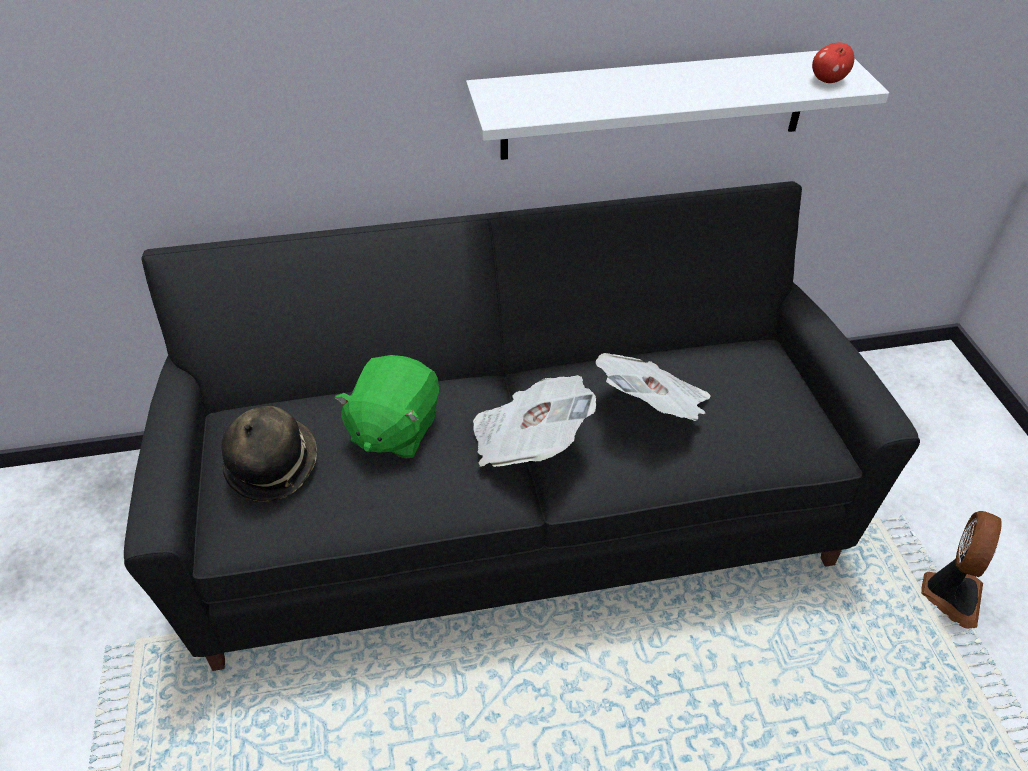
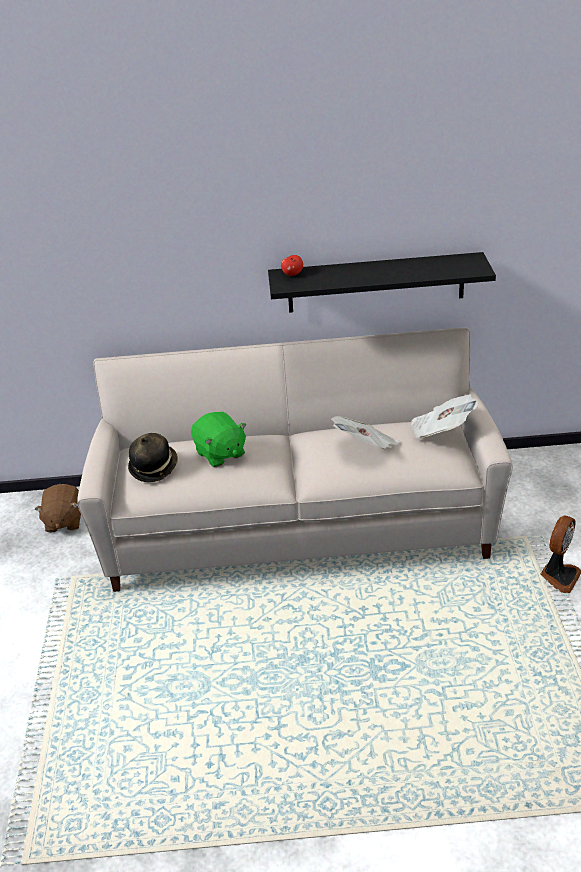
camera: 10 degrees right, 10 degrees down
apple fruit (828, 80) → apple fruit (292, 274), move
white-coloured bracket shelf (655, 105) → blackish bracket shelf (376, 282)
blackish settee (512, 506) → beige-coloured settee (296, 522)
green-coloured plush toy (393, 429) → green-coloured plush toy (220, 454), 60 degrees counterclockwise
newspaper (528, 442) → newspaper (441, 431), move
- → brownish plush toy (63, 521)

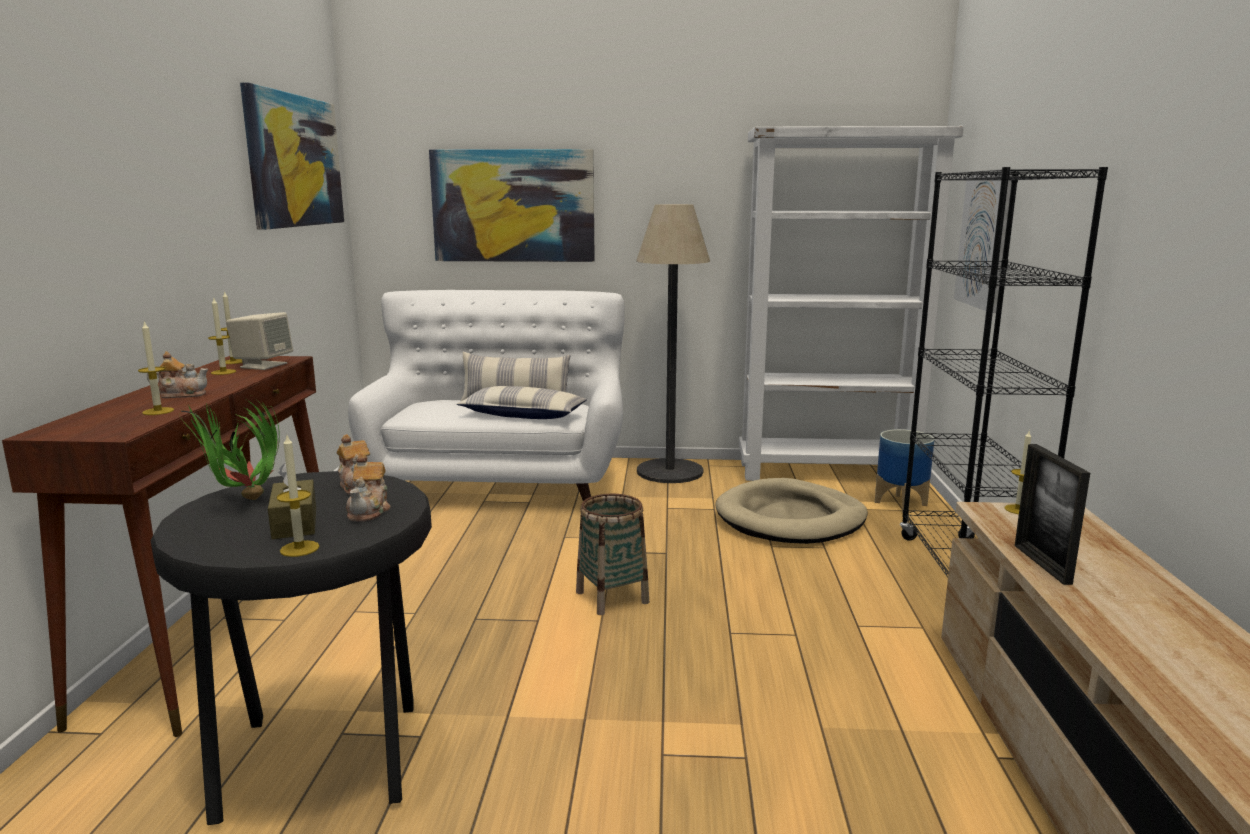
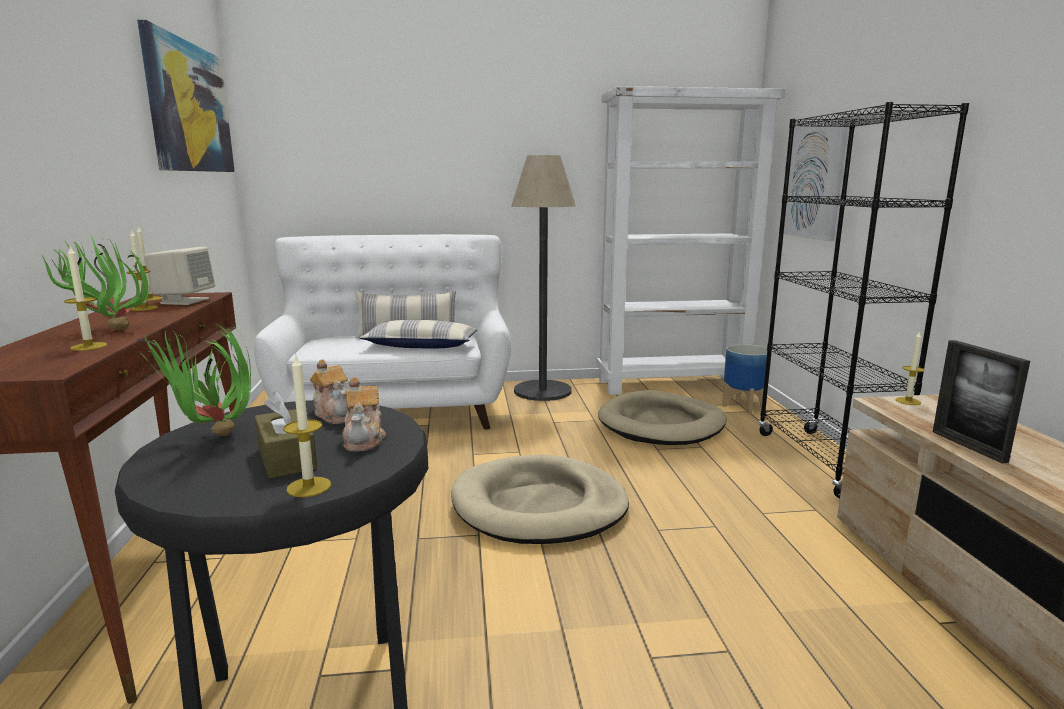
camera: 10 degrees left, 0 degrees up
wall art (513, 206) → -
pot for tea (182, 394) → houseplant (108, 330)
household basket (612, 597) → beige-coloured dog cushion (539, 506)

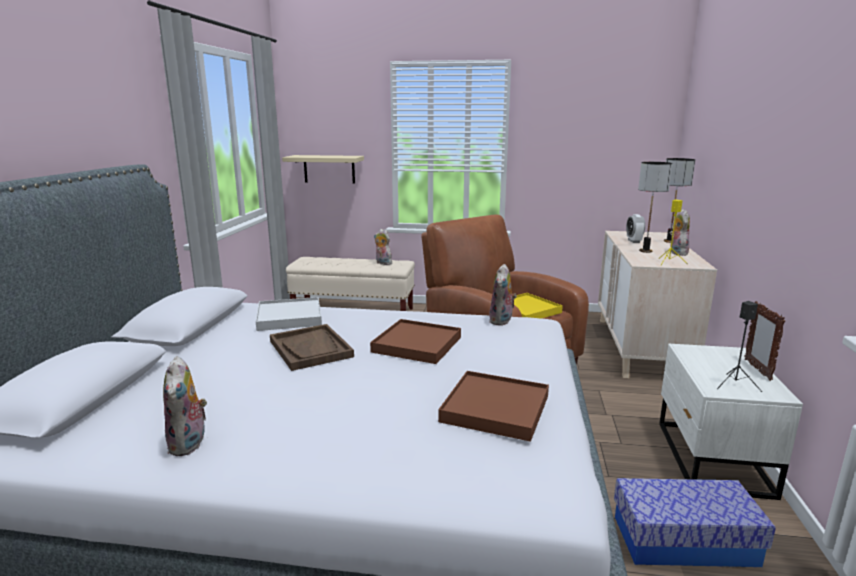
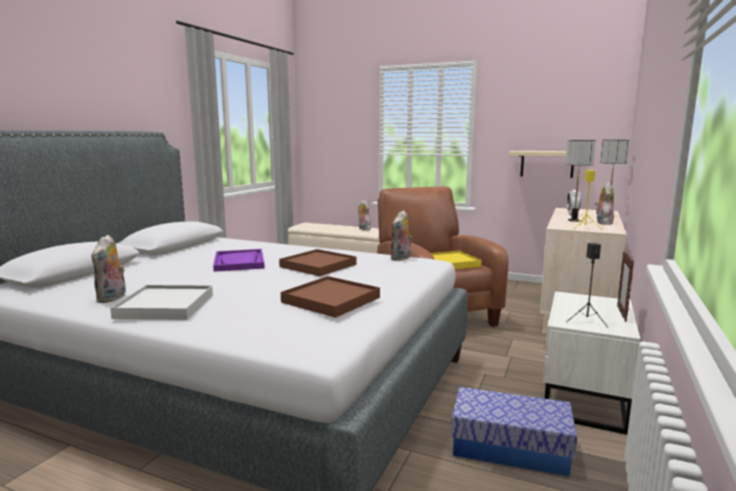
camera: 15 degrees right, 5 degrees down
beige-coloured bracket shelf (329, 169) → beige-coloured bracket shelf (547, 164), move
white-coloured carrying tray (289, 317) → white-coloured carrying tray (165, 306), move
brownish carrying tray (311, 349) → purplish carrying tray (239, 262)

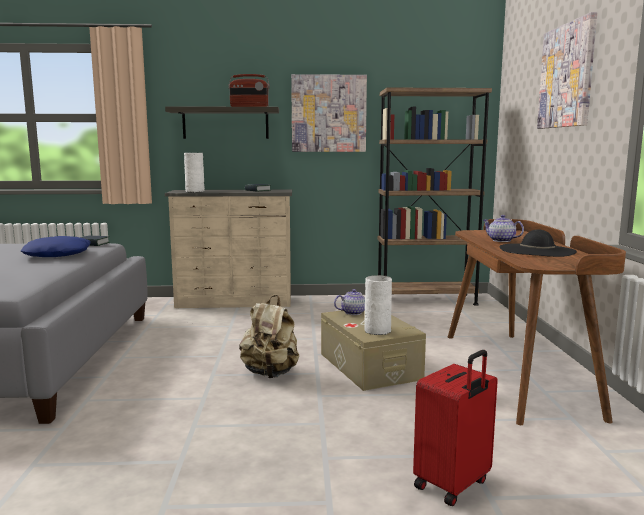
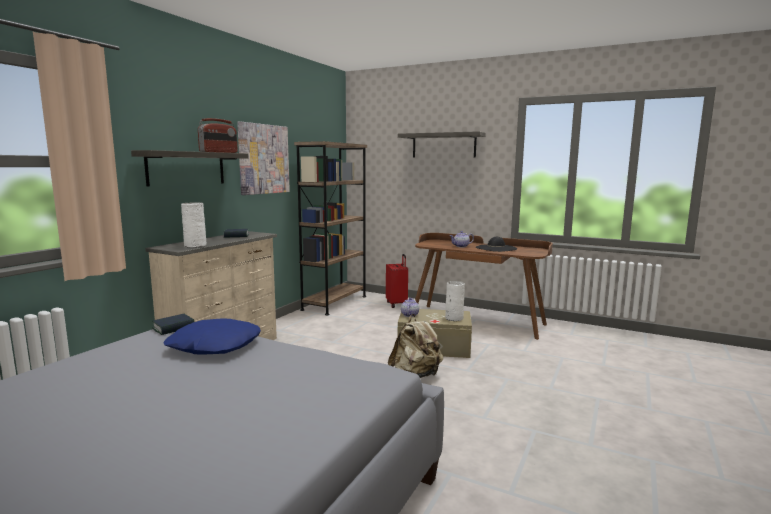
camera: 60 degrees left, 0 degrees up
wall art (567, 76) → bracket shelf (443, 145)
red-coloured piece of luggage (453, 485) → red-coloured piece of luggage (397, 304), move

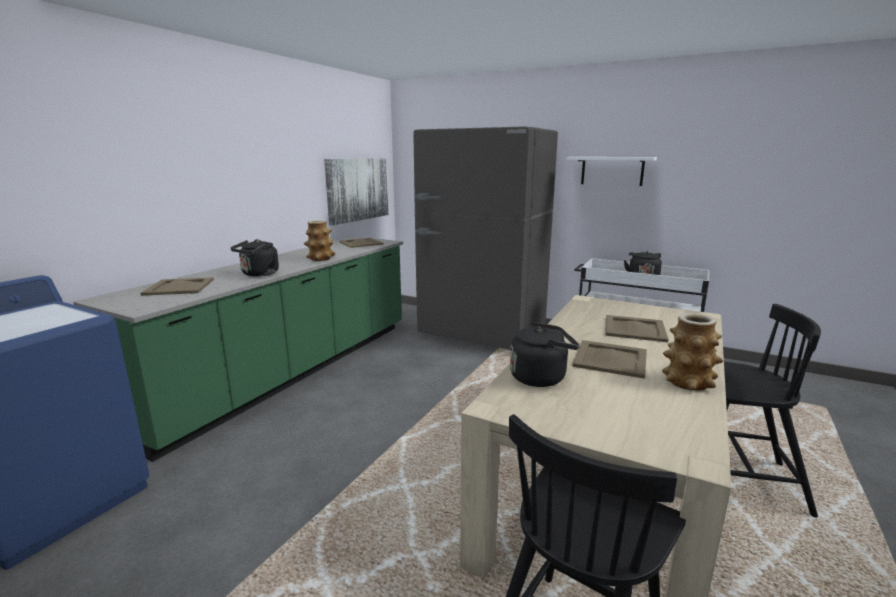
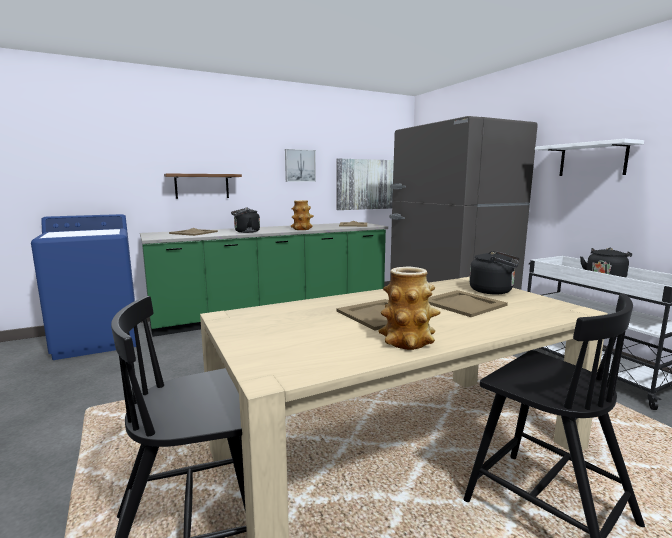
camera: 35 degrees right, 5 degrees down
blackish kettle (541, 377) → blackish kettle (493, 291), move
- → wall art (299, 165)
- → brownish bracket shelf (202, 186)

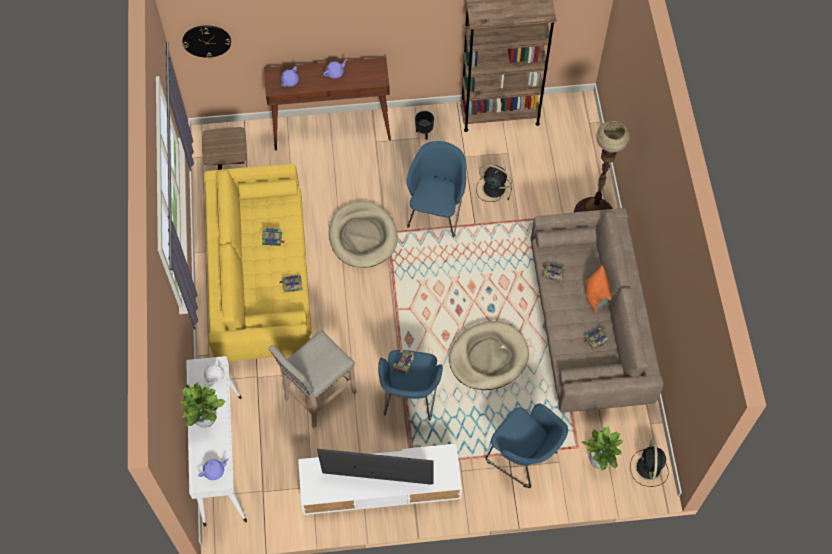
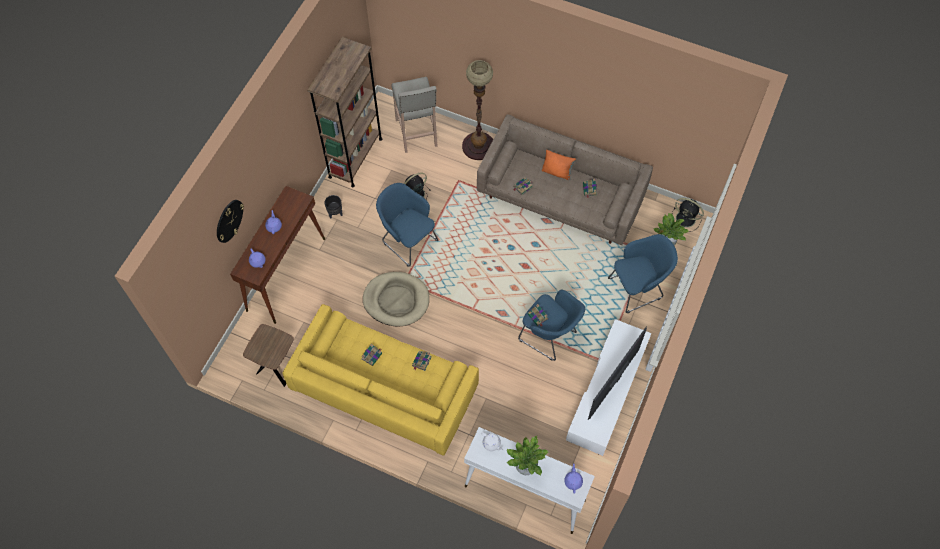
camera: 60 degrees left, 0 degrees up
hanging clock (206, 40) → hanging clock (229, 220), move
beige-coloured dog cushion (488, 357) → -
beige-coloured sitting stool (318, 396) → beige-coloured sitting stool (416, 133), move

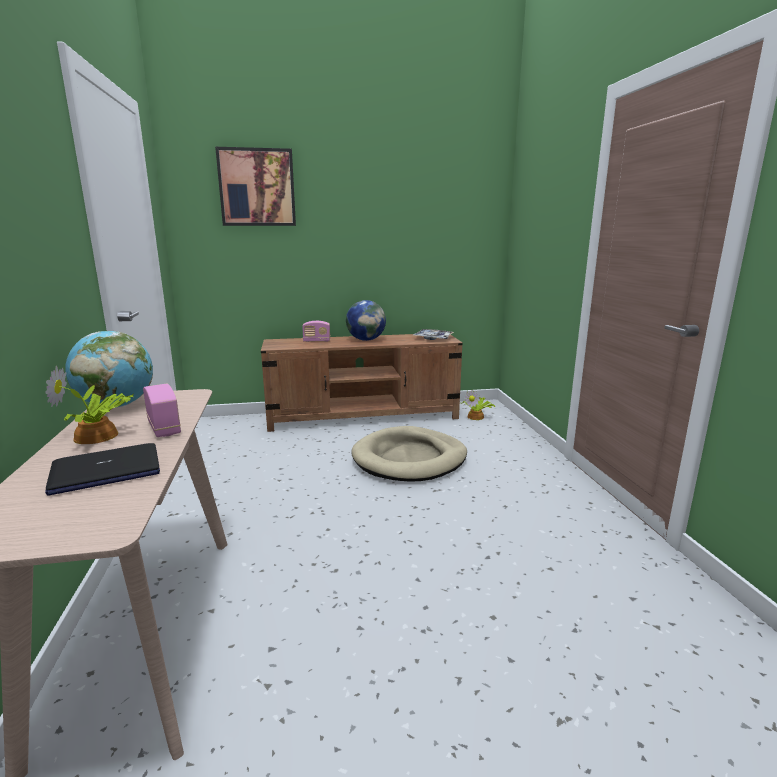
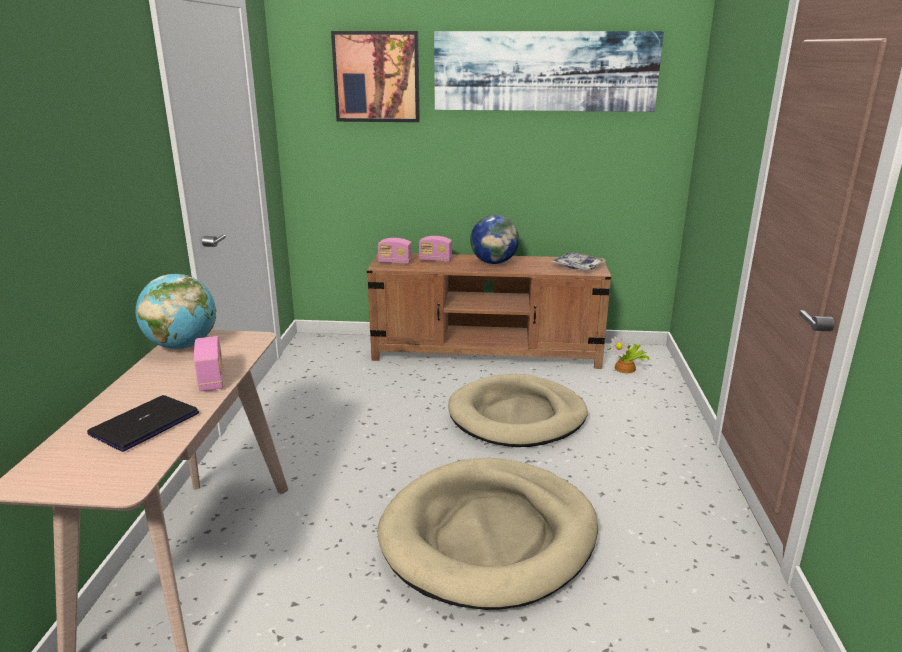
camera: 15 degrees right, 5 degrees up
houseplant (97, 437) → -
laptop (105, 471) → laptop (145, 424), 135 degrees clockwise
- → wall art (545, 71)
- → radio receiver (395, 262)
- → beige-coloured dog cushion (489, 536)

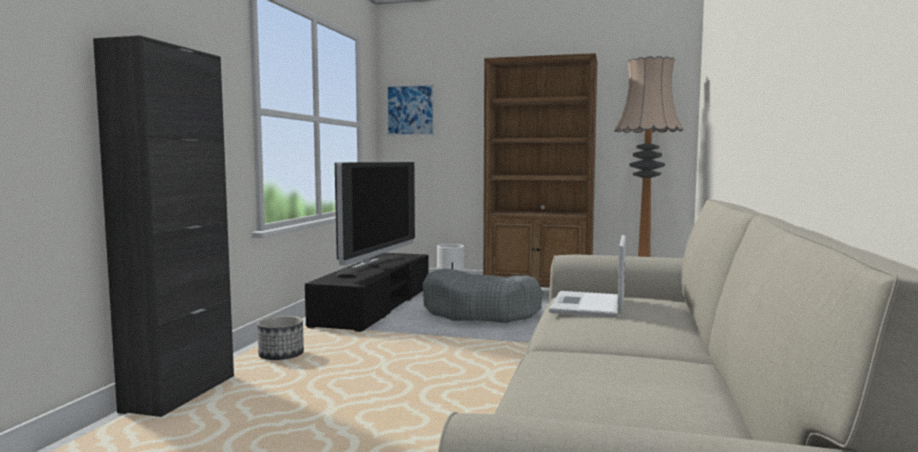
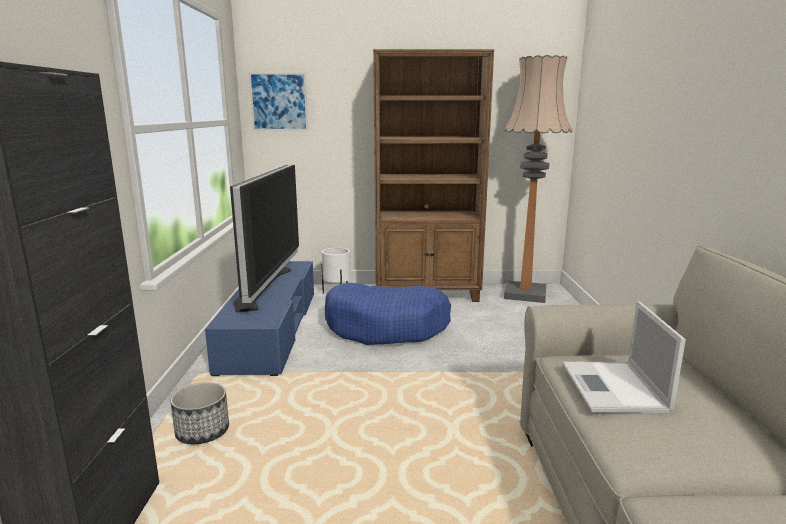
camera: 15 degrees left, 10 degrees up
blackish tv stand (375, 306) → blue-coloured tv stand (271, 329)
gray dog cushion (481, 312) → blue-coloured dog cushion (387, 327)

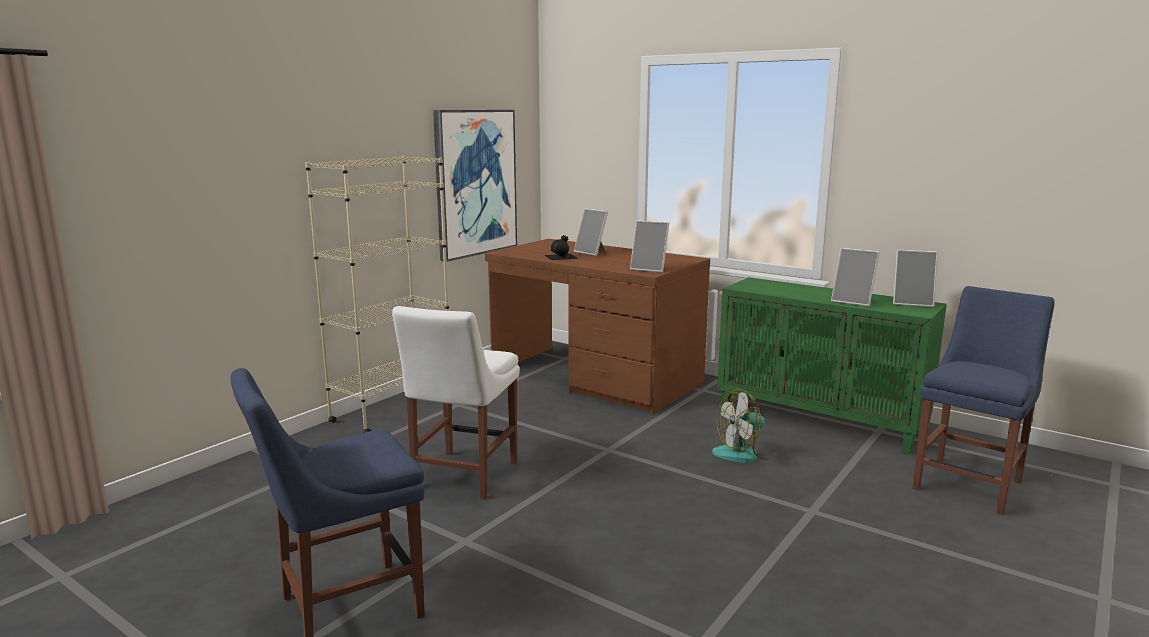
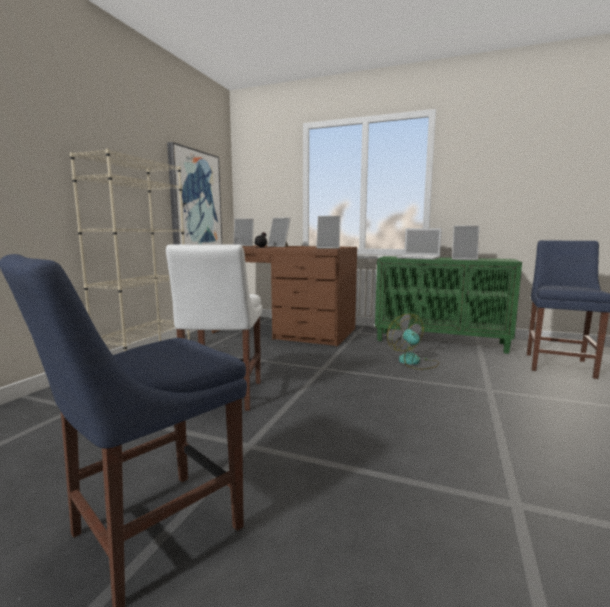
camera: 15 degrees left, 5 degrees down
picture frame (912, 303) → picture frame (244, 246), move
fan (744, 453) → fan (413, 362), 105 degrees clockwise
- → laptop (419, 258)

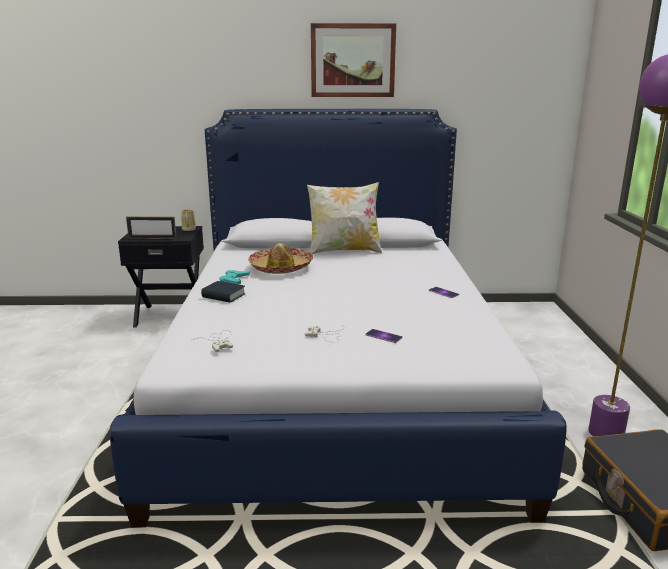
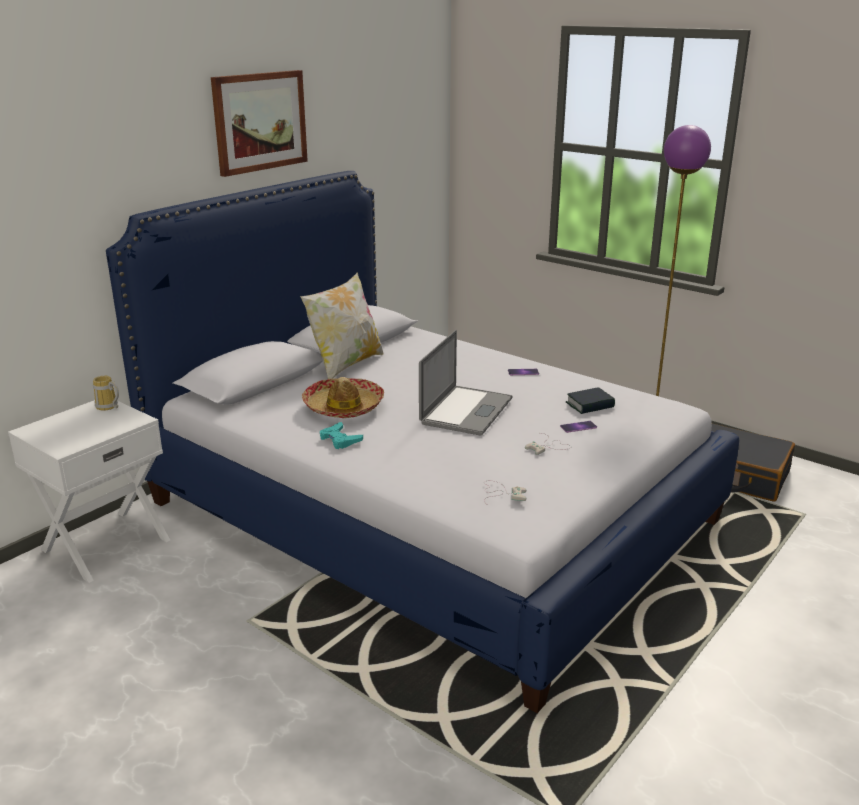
camera: 50 degrees left, 5 degrees up
picture frame (152, 238) → -
blackish nightstand (170, 315) → white-coloured nightstand (105, 544)
bound book (223, 296) → bound book (590, 405), move
- → laptop (466, 410)

